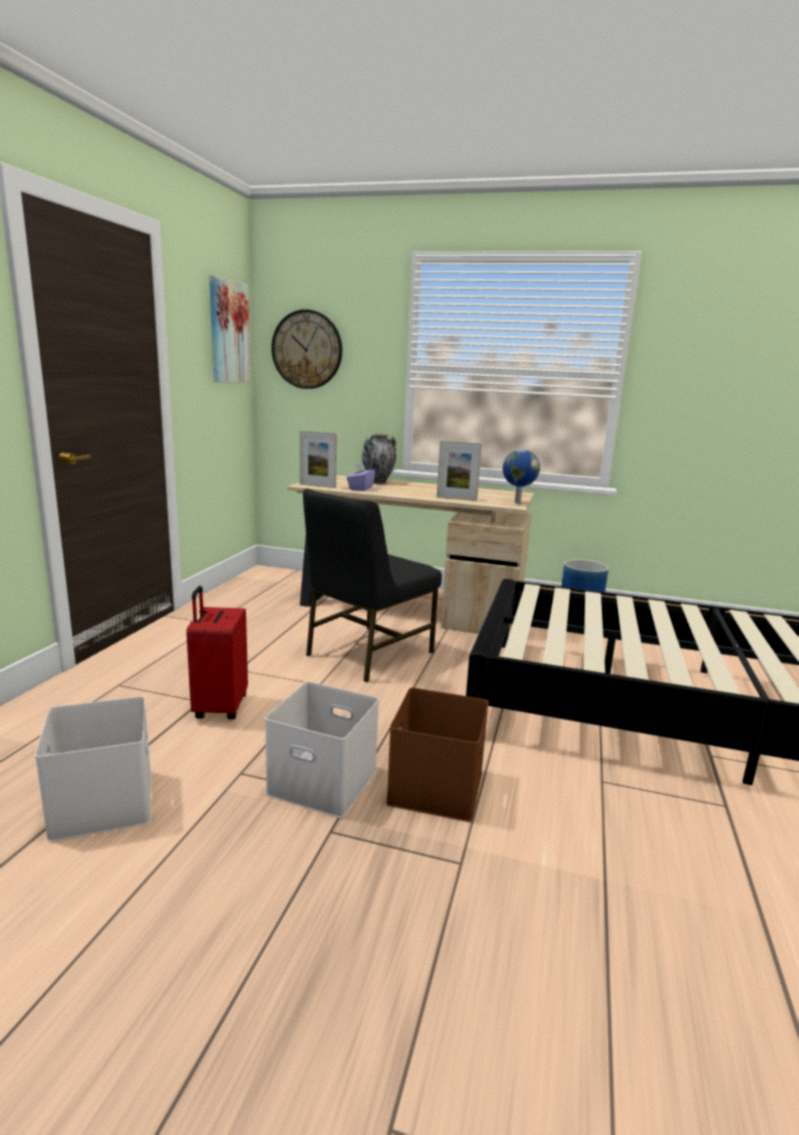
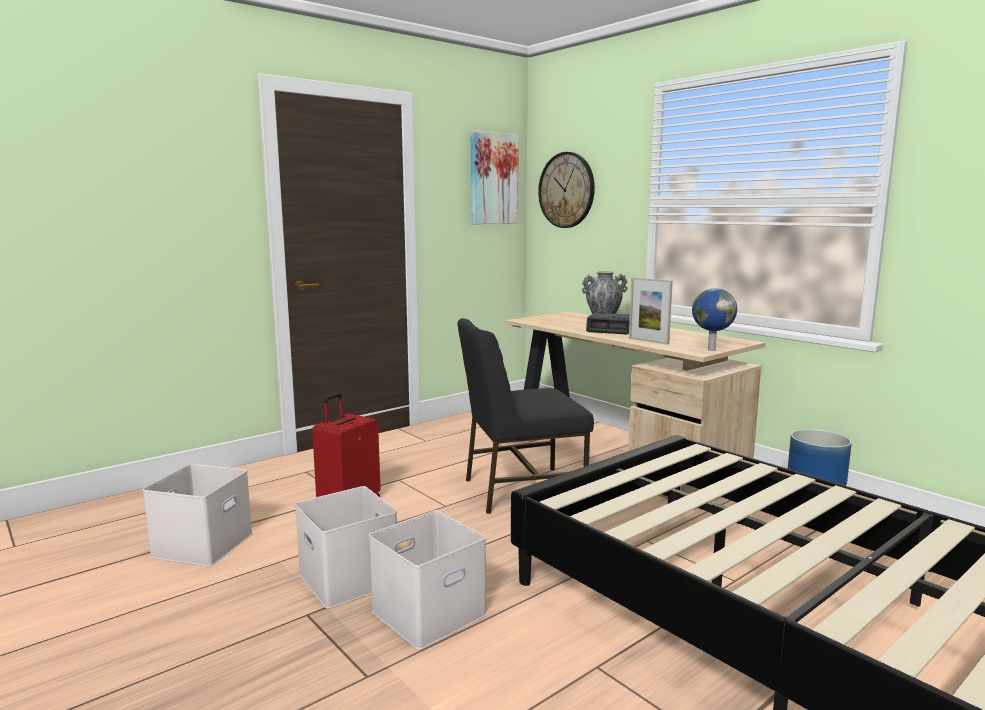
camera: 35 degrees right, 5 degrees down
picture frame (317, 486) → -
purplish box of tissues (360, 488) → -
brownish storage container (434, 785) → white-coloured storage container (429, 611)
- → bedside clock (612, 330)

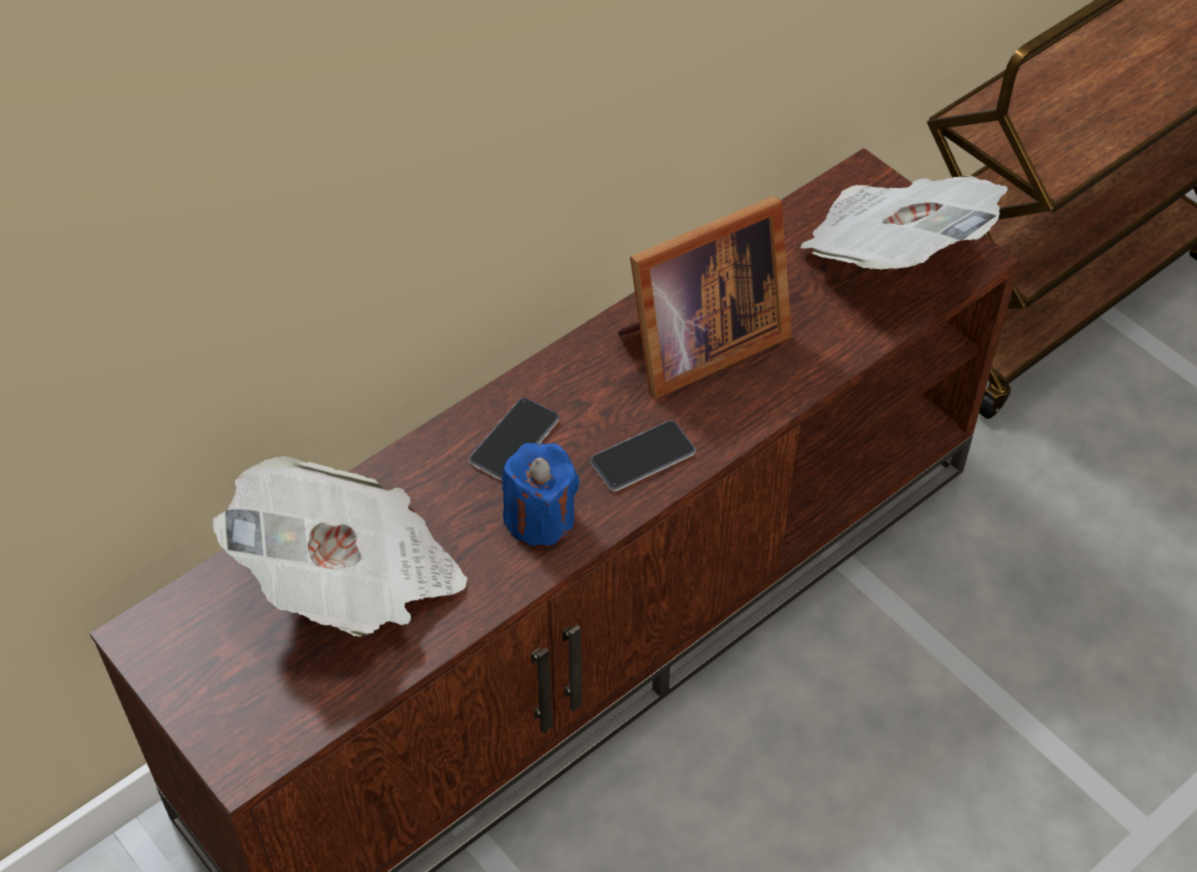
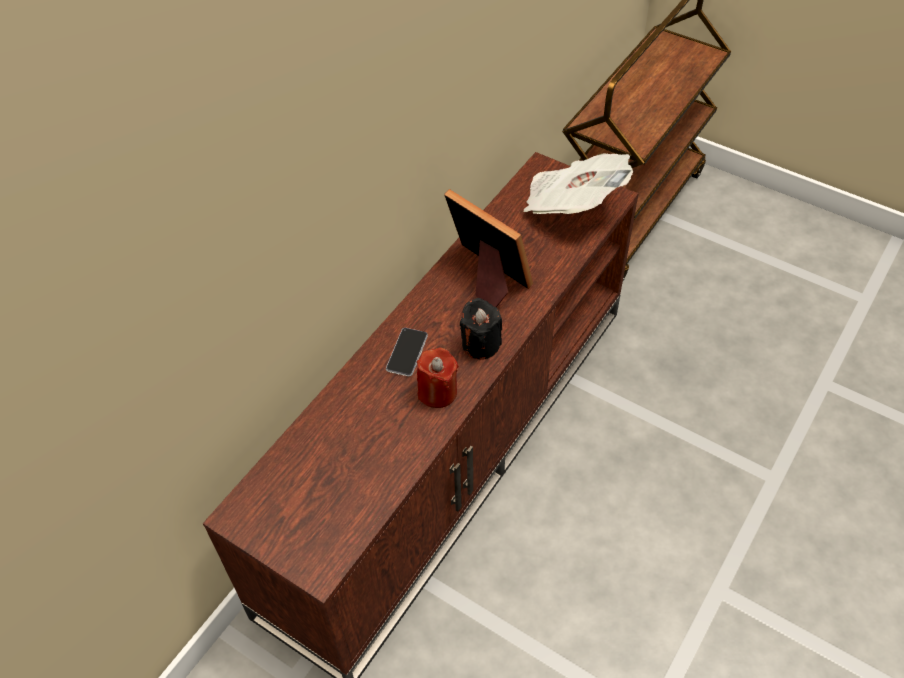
camera: 15 degrees left, 0 degrees up
picture frame (696, 346) → picture frame (486, 277), 90 degrees counterclockwise
phone (642, 457) → blackish wax candle (480, 344)
blue-coloured wax candle (540, 519) → red-coloured wax candle (437, 392)
newspaper (352, 580) → -

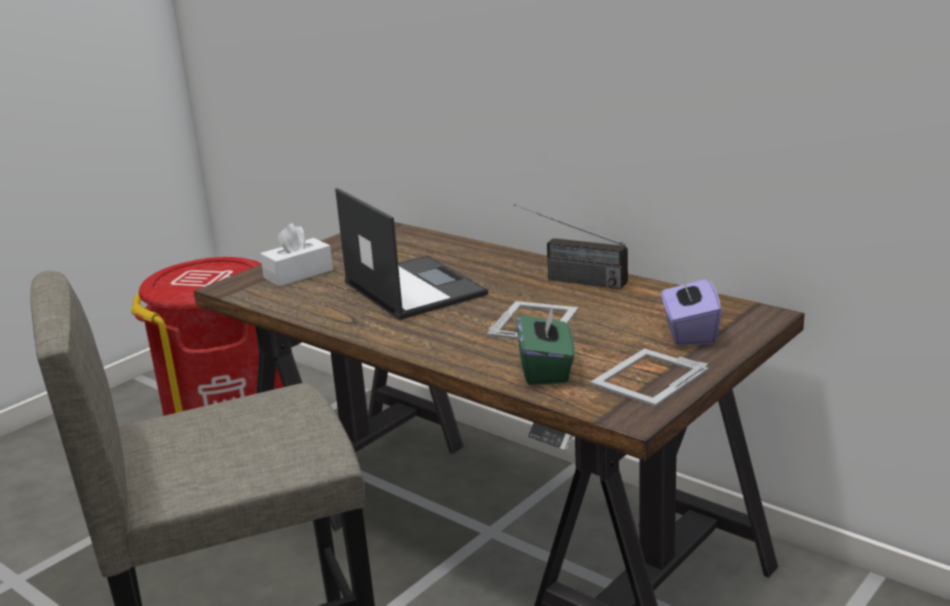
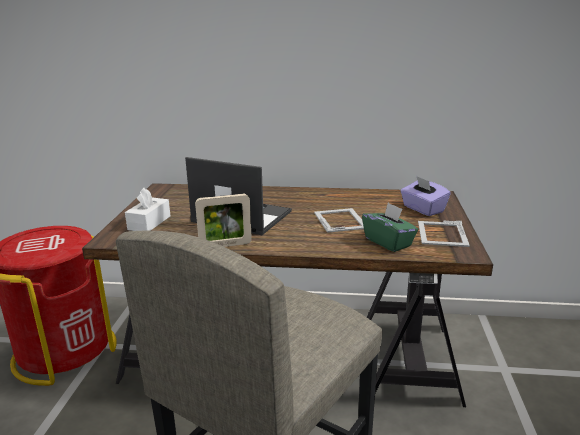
camera: 35 degrees left, 0 degrees up
radio receiver (567, 279) → -
- → picture frame (225, 245)

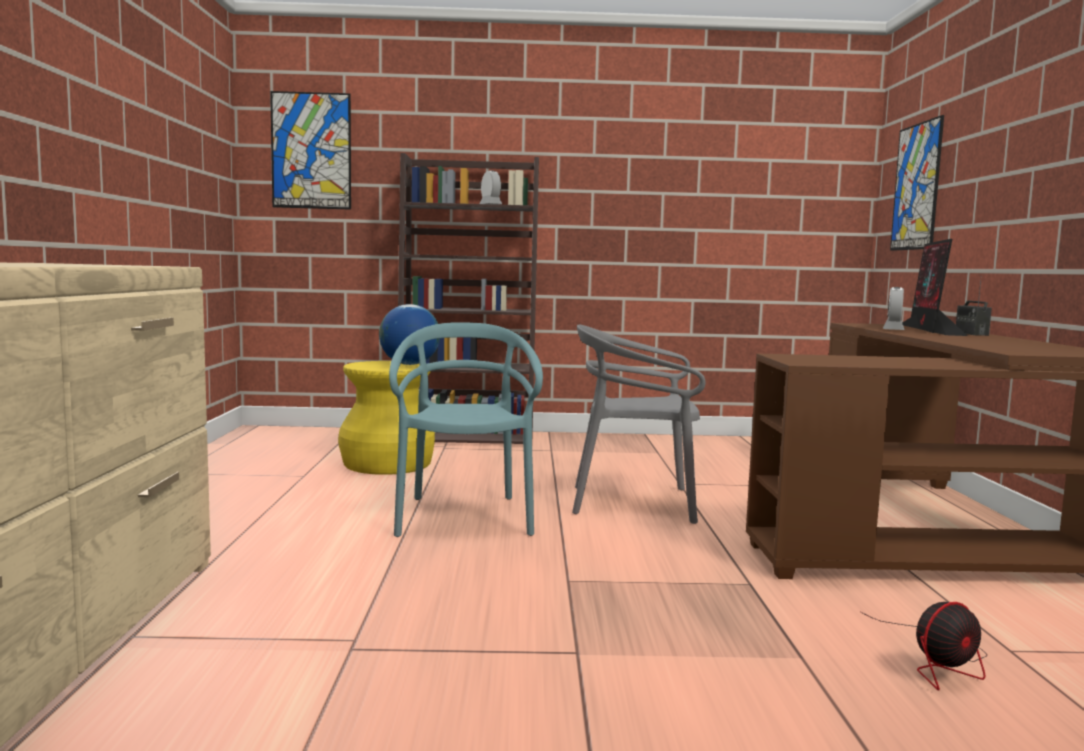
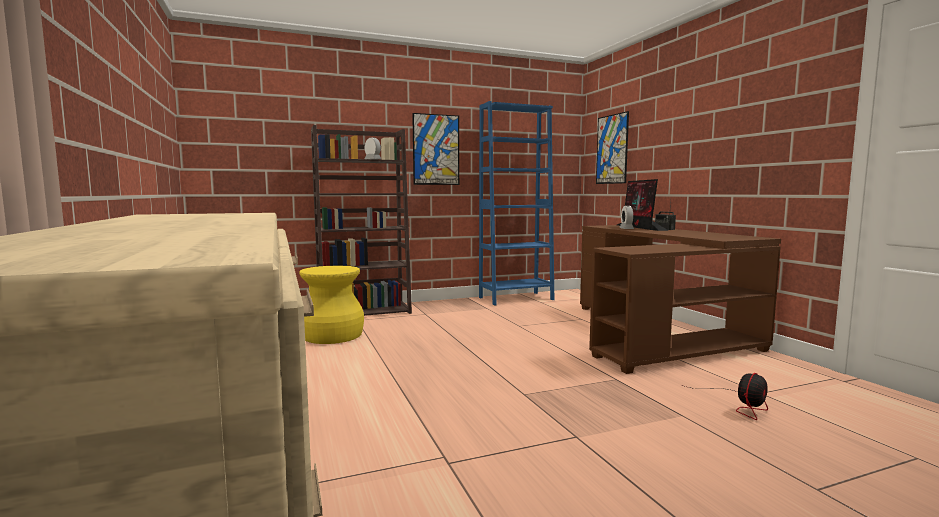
camera: 20 degrees left, 0 degrees up
wall art (311, 151) → wall art (436, 149), move
desk globe (409, 364) → -
turquoise plain chair (464, 517) → -
gray plain chair (634, 503) → -
- → blue-coloured bookshelf (516, 298)

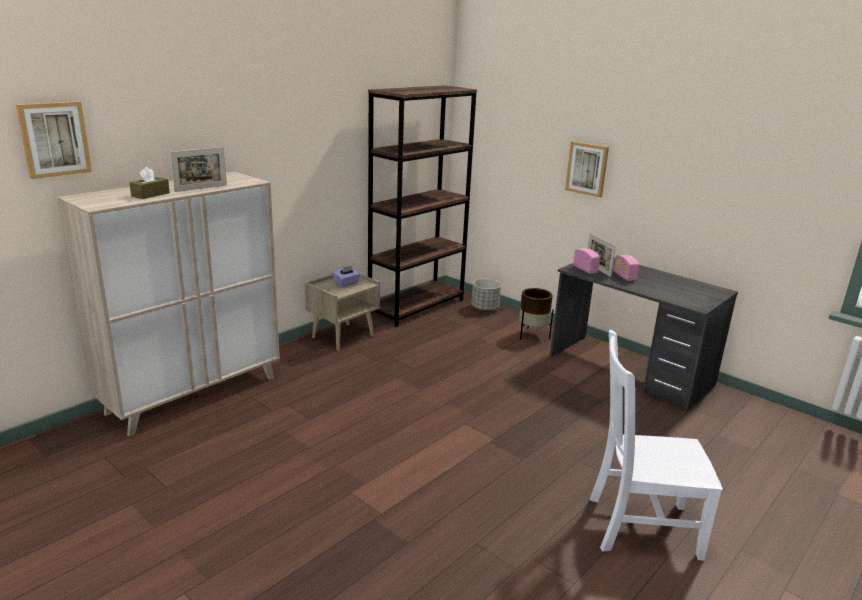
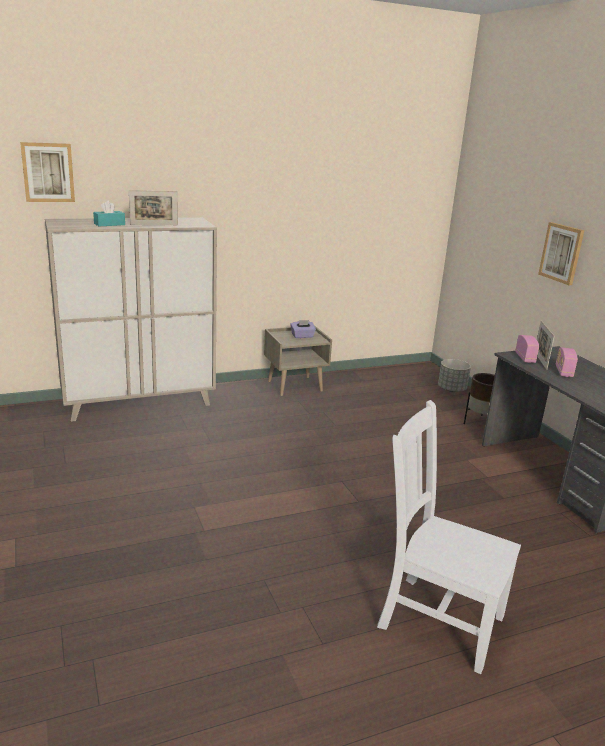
camera: 25 degrees right, 0 degrees up
brownish bookshelf (417, 306) → -
brownish box of tissues (150, 194) → turquoise box of tissues (109, 224)

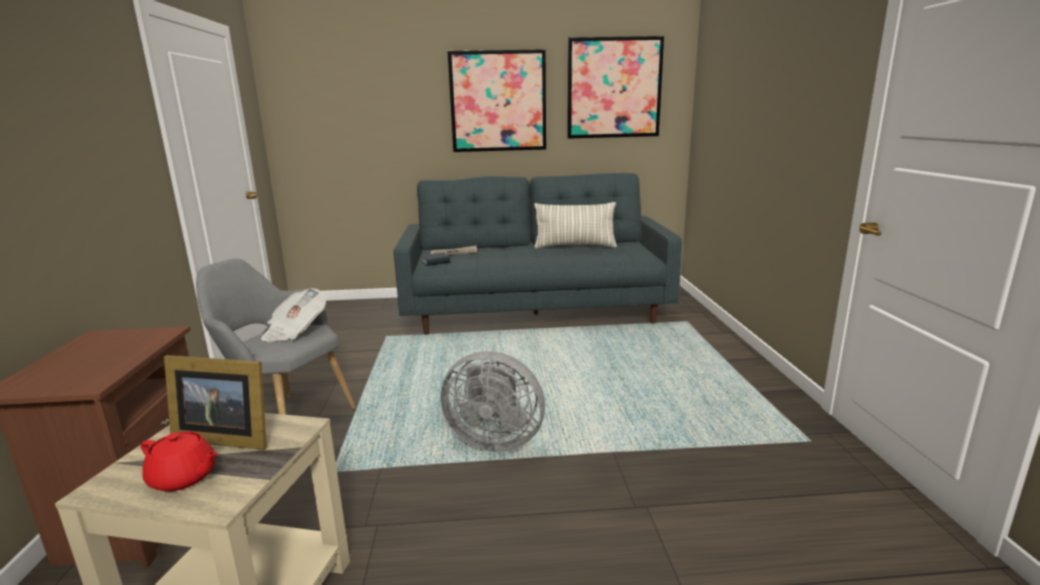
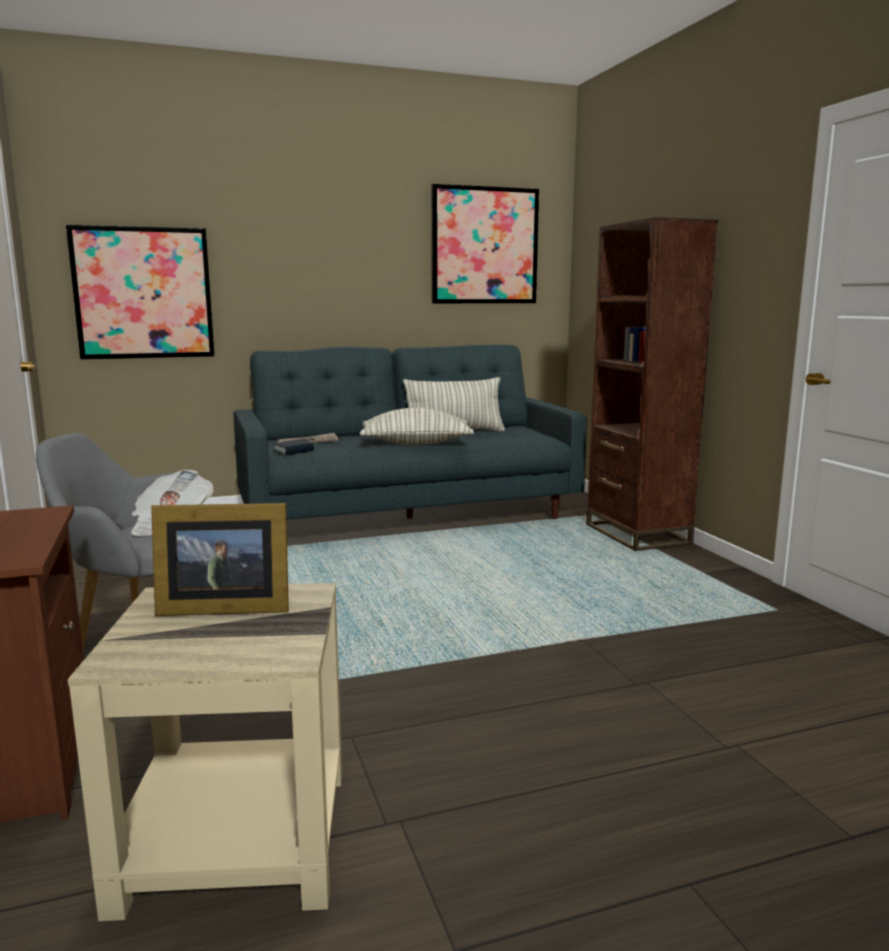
camera: 15 degrees left, 5 degrees down
wall art (498, 101) → wall art (143, 293), move
gray fan (494, 440) → -
red-coloured pot for tea (184, 478) → -
- → brownish bookshelf (636, 534)
- → throw pillow (416, 443)

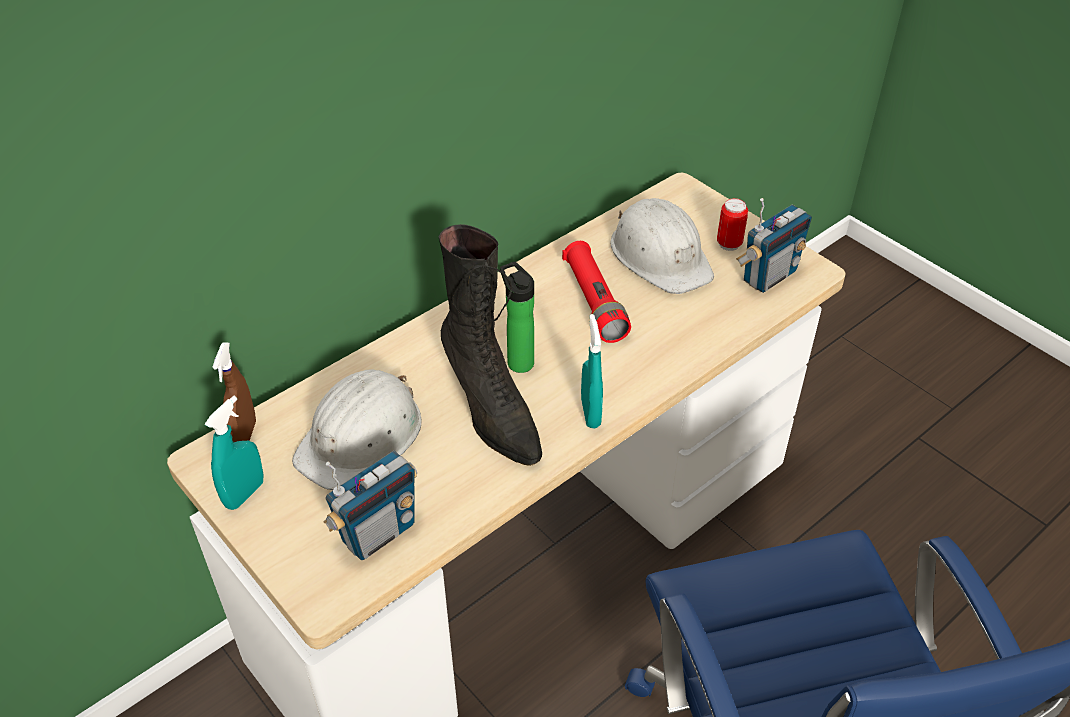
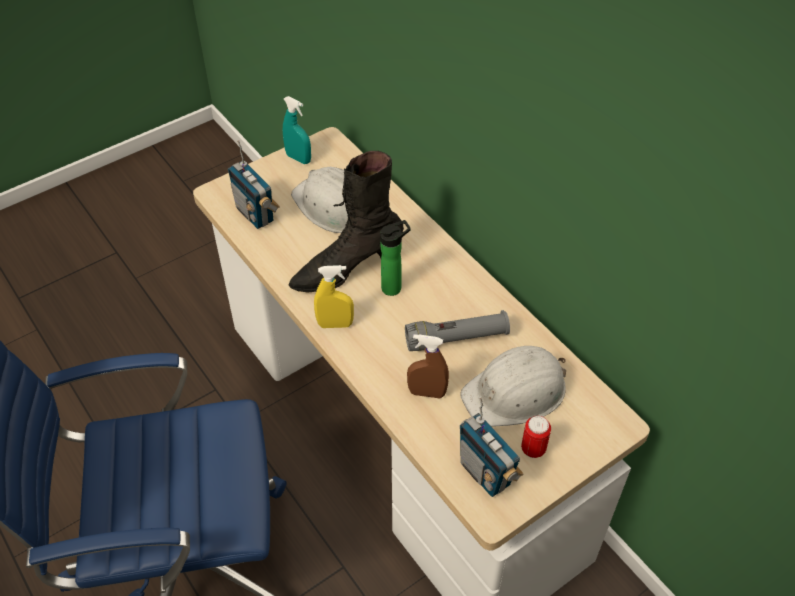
camera: 95 degrees right, 5 degrees up
red-coloured hand torch (594, 302) → gray hand torch (456, 339)
turquoise sprayer (590, 413) → yellow sprayer (335, 324)
brownish sprayer (244, 435) → brownish sprayer (427, 393), move

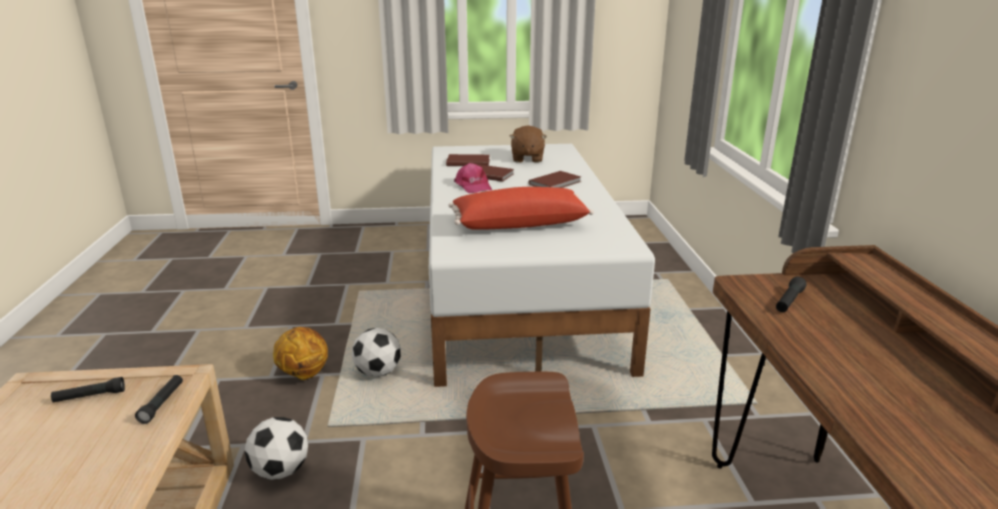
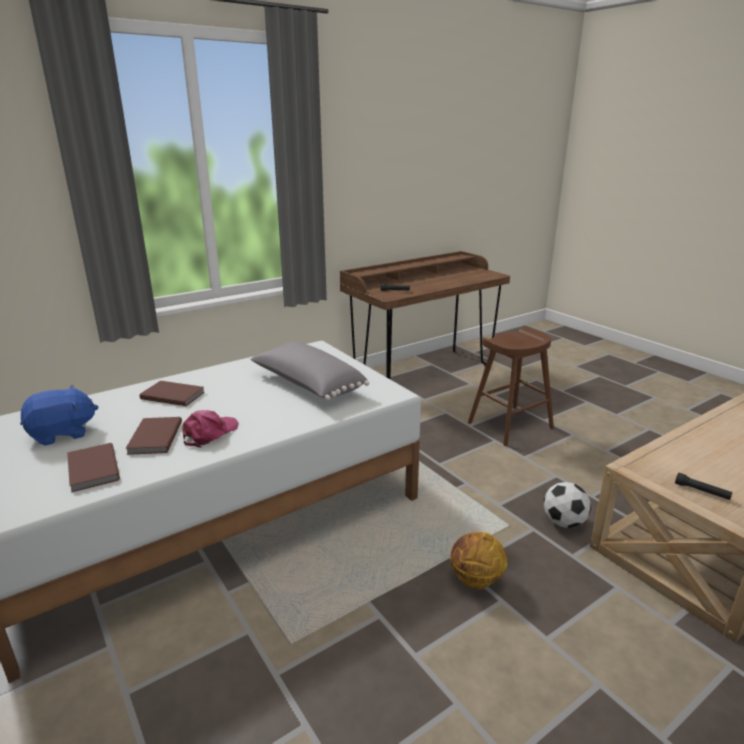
camera: 120 degrees left, 0 degrees up
brownish plush toy (527, 159) → blue-coloured plush toy (62, 433)
red-coloured throw pillow (519, 223) → gray throw pillow (307, 385)
football (378, 372) → -
blackish hand torch (162, 403) → -

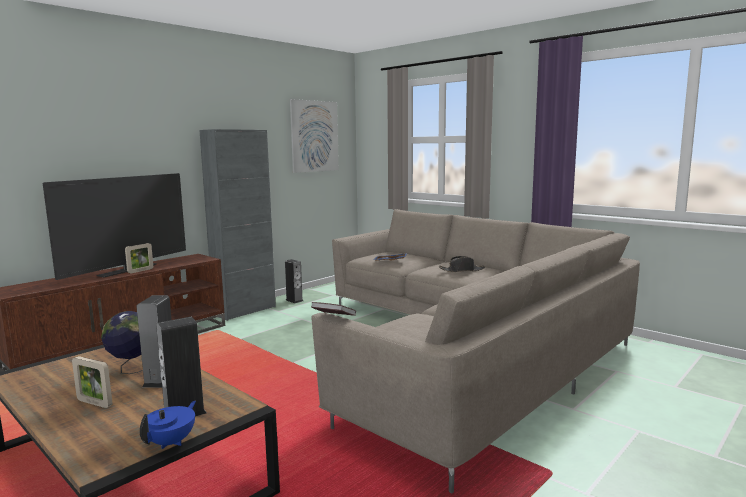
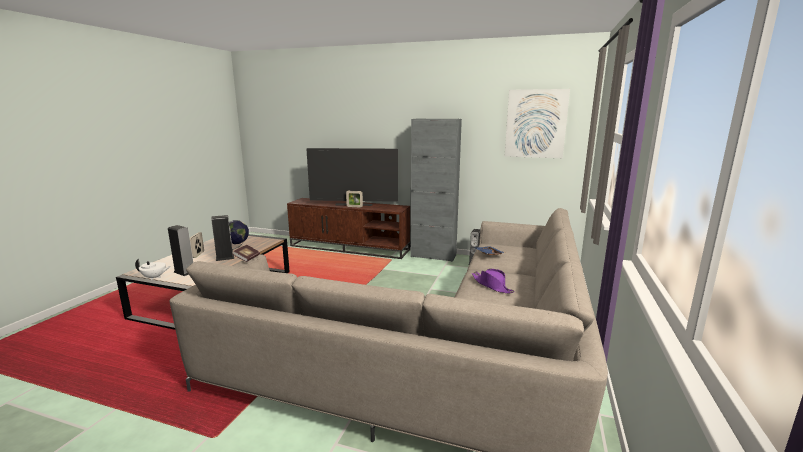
camera: 65 degrees right, 5 degrees up
blackish wearable hat (462, 270) → purplish wearable hat (492, 285)
blue-coloured pot for tea (171, 442) → white-coloured pot for tea (154, 277)

